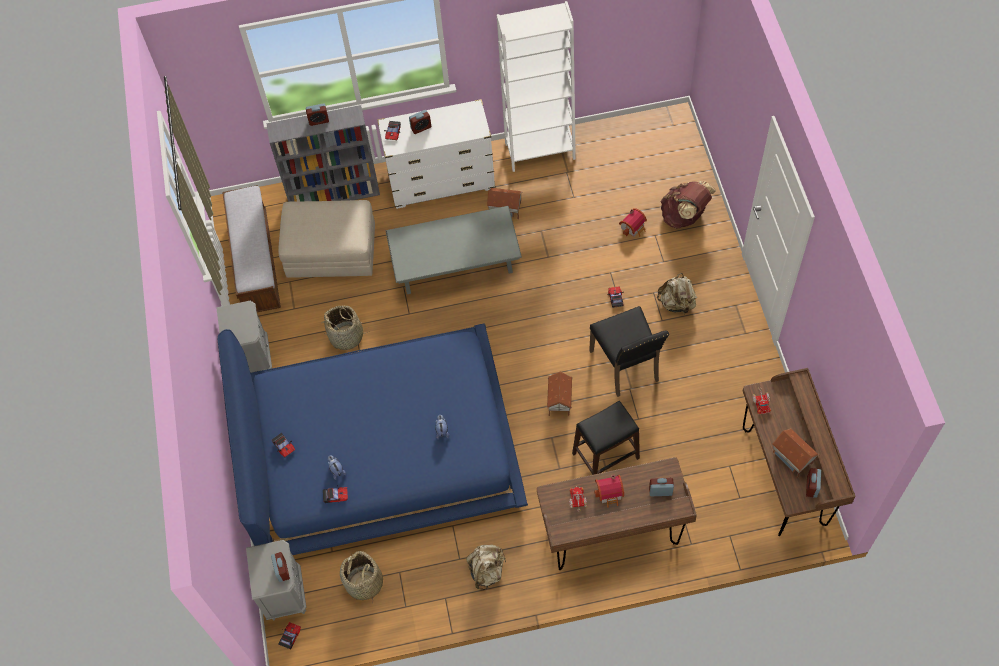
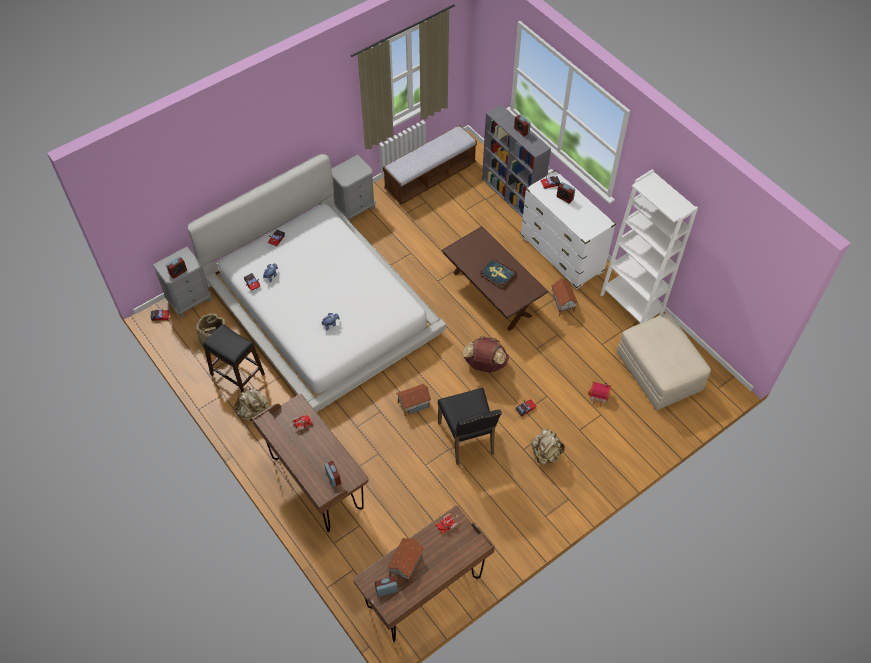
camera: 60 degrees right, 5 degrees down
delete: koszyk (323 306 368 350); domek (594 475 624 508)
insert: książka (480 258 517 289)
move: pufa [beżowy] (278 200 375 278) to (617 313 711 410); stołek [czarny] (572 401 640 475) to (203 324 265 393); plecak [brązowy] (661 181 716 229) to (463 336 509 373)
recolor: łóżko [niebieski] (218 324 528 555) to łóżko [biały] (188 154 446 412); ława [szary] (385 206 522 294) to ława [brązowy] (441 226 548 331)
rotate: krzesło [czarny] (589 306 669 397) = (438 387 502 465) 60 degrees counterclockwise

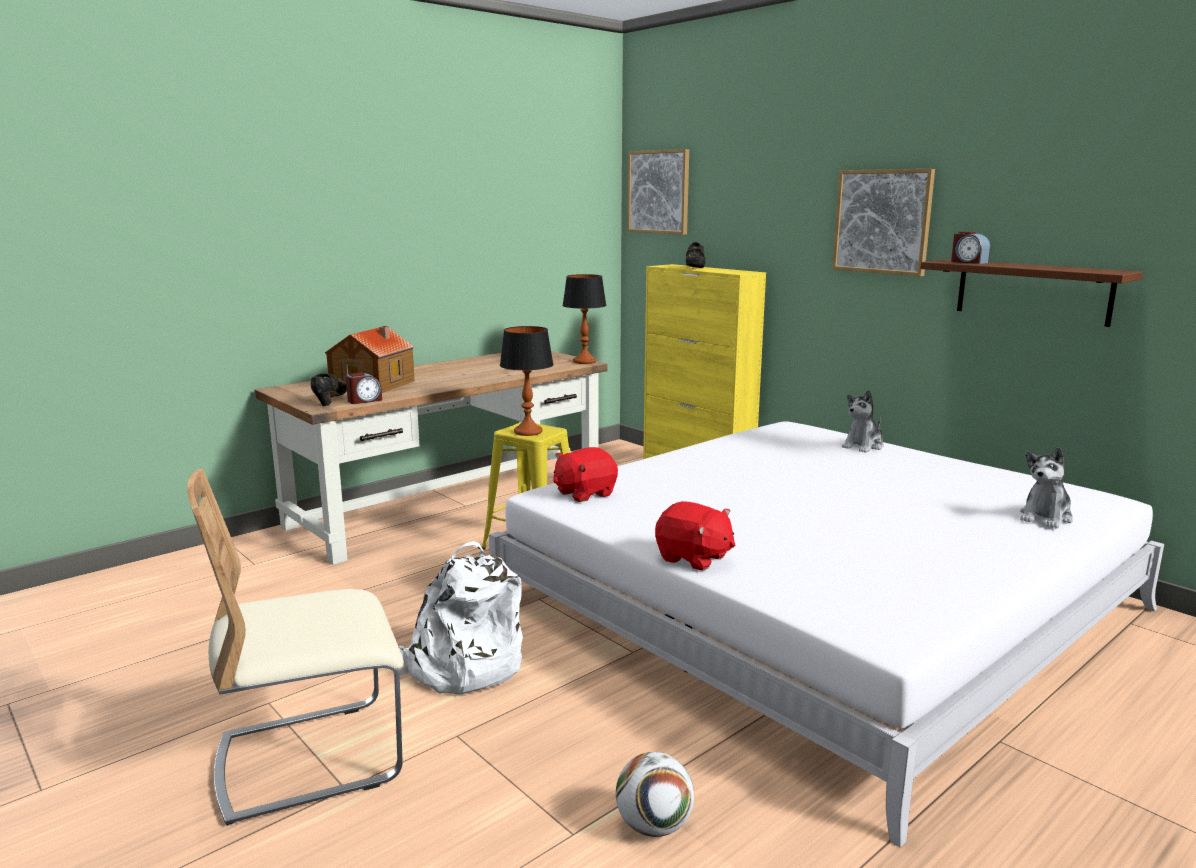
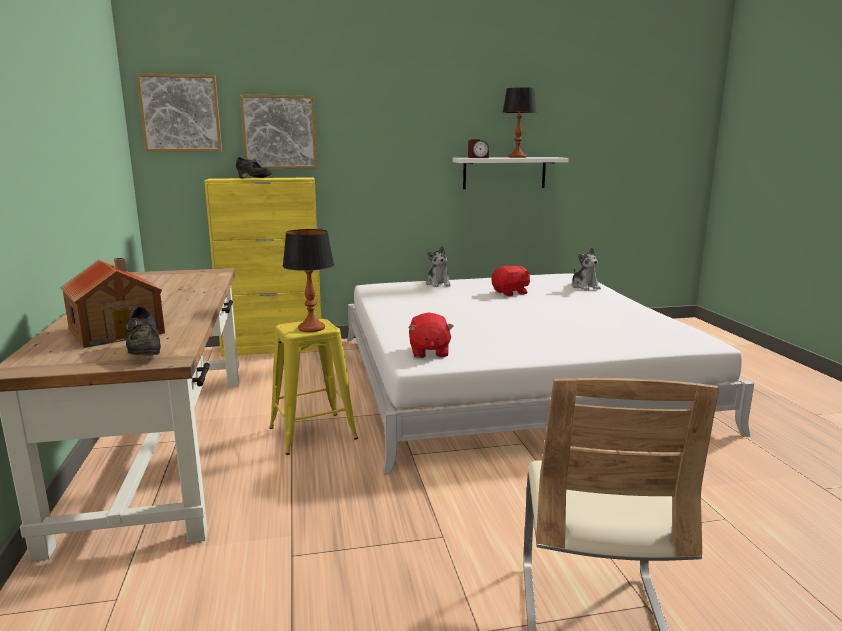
camera: 60 degrees left, 0 degrees up
delete: budzik (346 373 382 404); plecak [biały] (393 541 523 695); piłka futbolowa (616 752 694 837)
move: lampa stołowa (562 274 607 364) to (503 87 536 158); pluszak [czerwony] (655 501 735 570) to (492 266 530 296); obraz (832 169 935 276) to (240 94 317 169)
recolor: półka [brązowy] (920 259 1143 327) to półka [biały] (452 157 569 189)
rotate: but [czarny] (311 373 347 406) = (126 307 161 355) 150 degrees counterclockwise

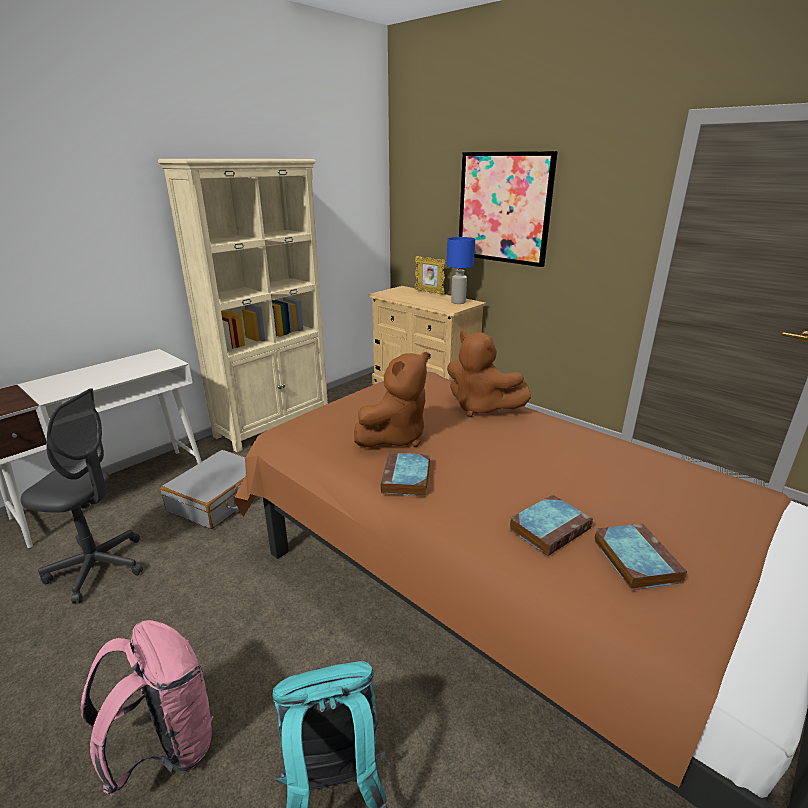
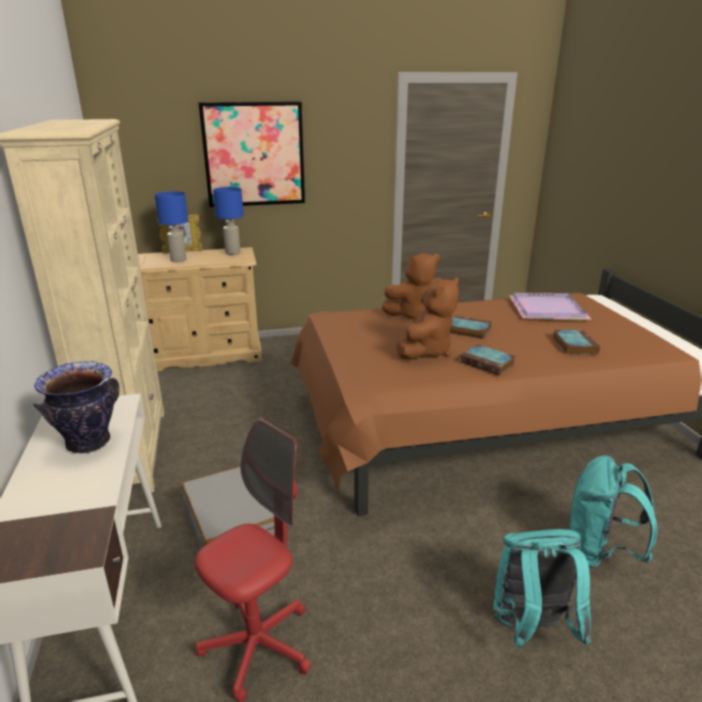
camera: 55 degrees left, 0 degrees up
insert: wazon (34 361 119 453); lampa stołowa [niebieski] (155 191 188 262); taca [fioletowy] (509 293 592 321)
move: książka (594 523 687 590) to (450 315 491 339)
recolor: krzesło biurowe [szary] (21 388 143 604) to krzesło biurowe [czerwony] (195 418 311 702); plecak [różowy] (81 620 214 796) to plecak [turkusowy] (493 529 591 648)
rotate: pluszak [brązowy] (354 352 429 448) = (396 277 459 360) 45 degrees clockwise

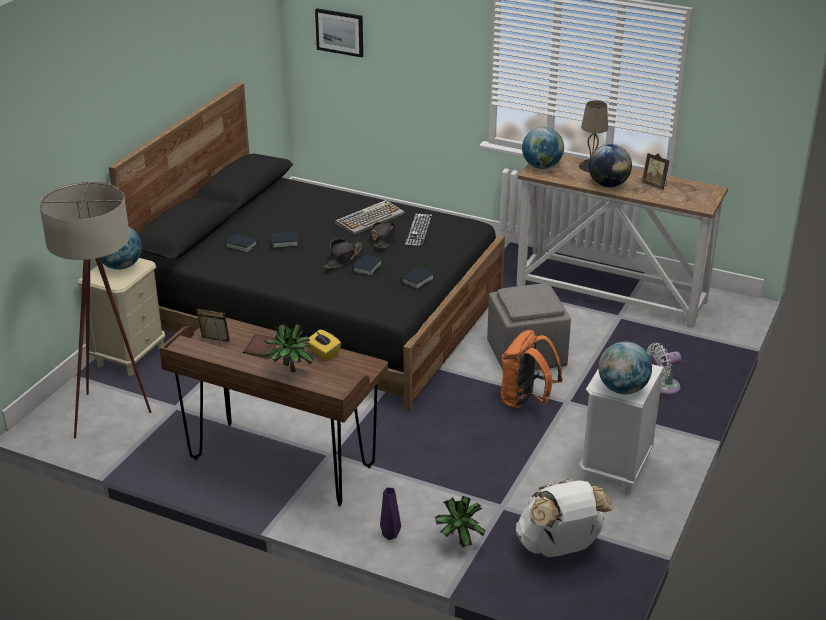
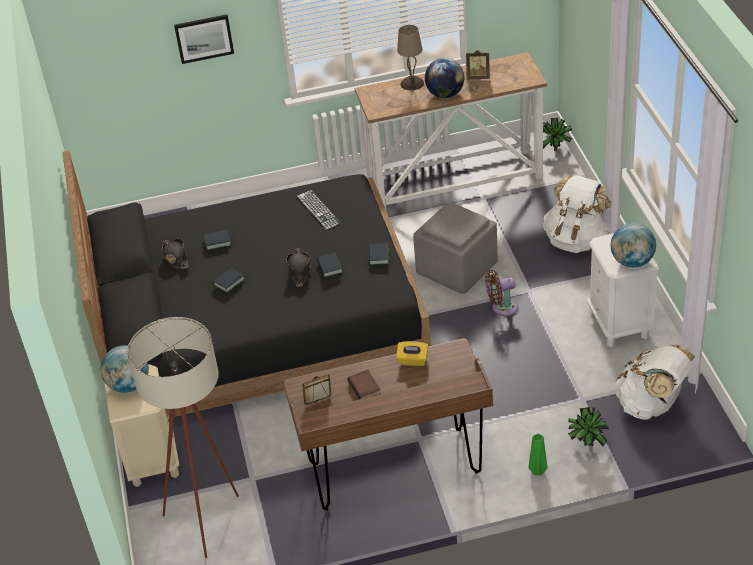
camera: 35 degrees left, 10 degrees up
delete: klawiatura (335 200 404 235); globus (522 127 564 169)
move: książka (226 234 258 253) to (204 230 231 251); roślina doniczkowa (265 323 313 372) to (543 118 572 151); obraz (315 8 363 57) to (174 14 234 64); kapelusz [czarny] (372 222 395 248) to (162 238 189 269)
replace: plecak [pomarańczowy] (501 330 563 409) to wentylator [brązowy] (485 270 518 316); wentylator [biały] (647 343 682 395) to plecak [biały] (543 175 612 253)
recolor: wazon [fioletowy] (380 487 401 540) to wazon [zielony] (528 434 548 475)

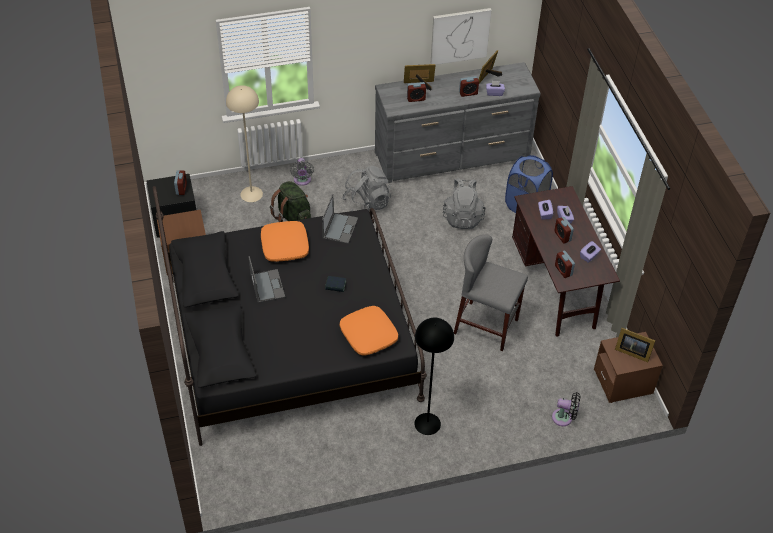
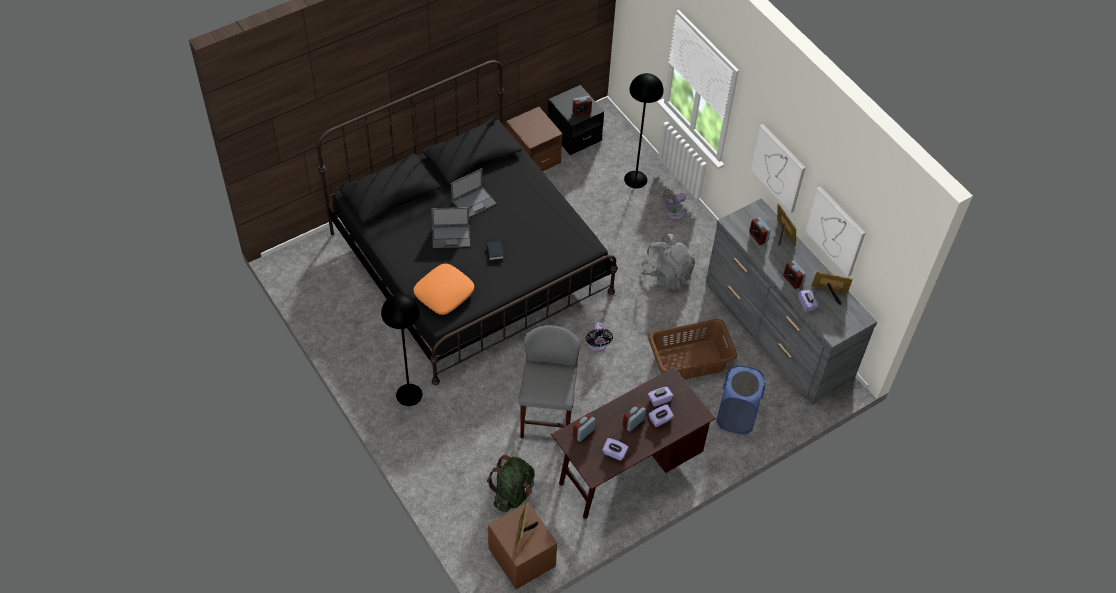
camera: 70 degrees right, 5 degrees up
delete: poduszka [pomarańczowy] (261 221 309 262)
insert: obraz (750 124 806 213)
move: plecak [zielony] (270 181 311 222) to (487 455 535 513); laptop (322 194 358 244) to (431 207 470 248); wentylator [czarny] (552 392 580 426) to (586 322 613 352)
replace: plecak [szary] (443 178 486 229) to kosz na pranie [brązowy] (648 319 737 380)
recolor: lampa stojąca [beżowy] (226 85 263 202) to lampa stojąca [czarny] (624 73 664 188)

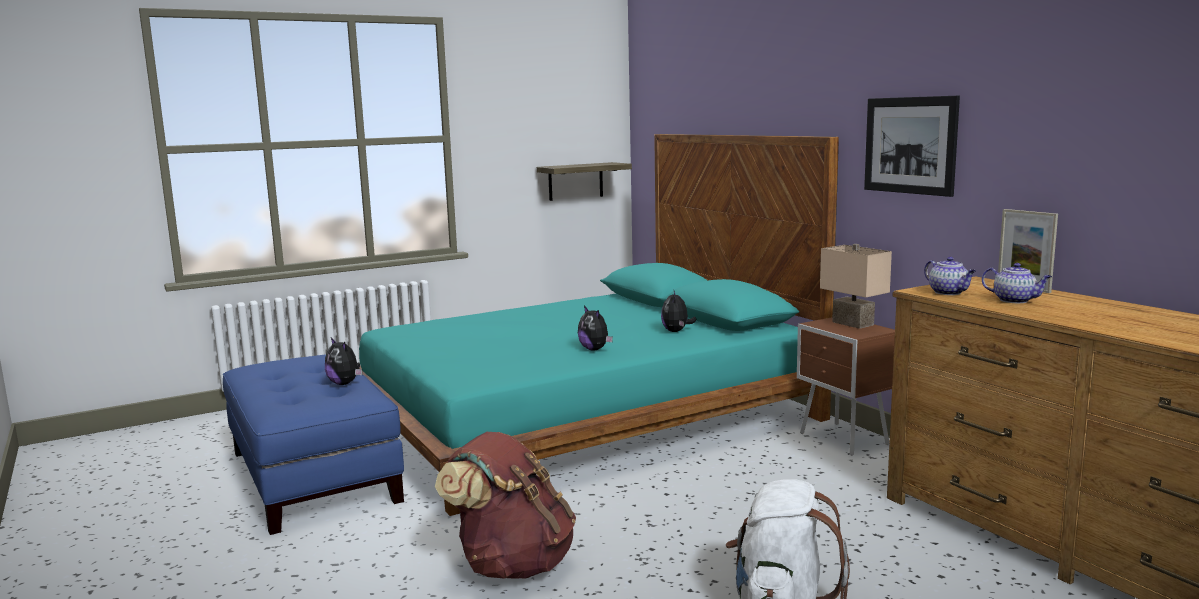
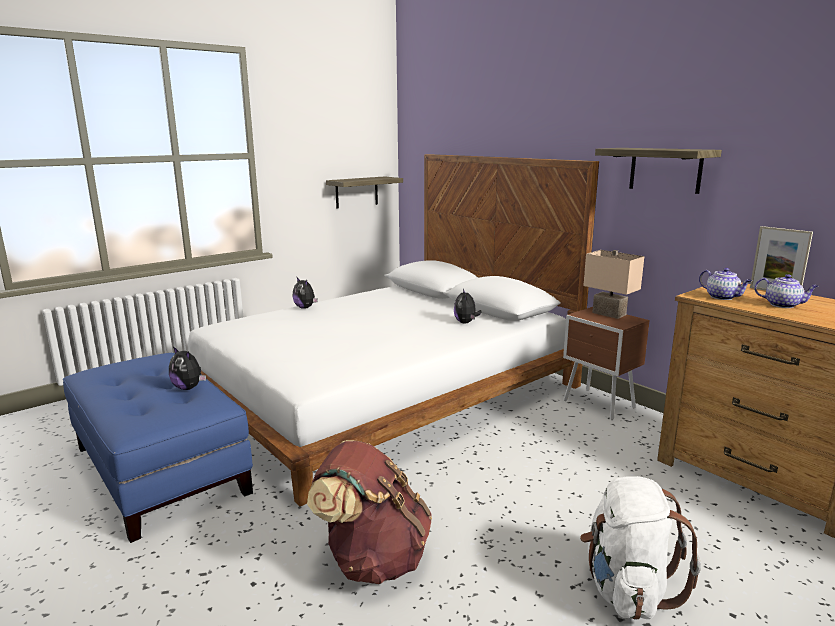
camera: 10 degrees left, 5 degrees up
move: pluszak (578 306 613 350) to (293 278 318 309)
replace: obraz (864 96 960 197) to półka (595 148 722 194)
recolor: łóżko [turkusowy] (359 134 839 516) to łóżko [biały] (188 154 599 506)

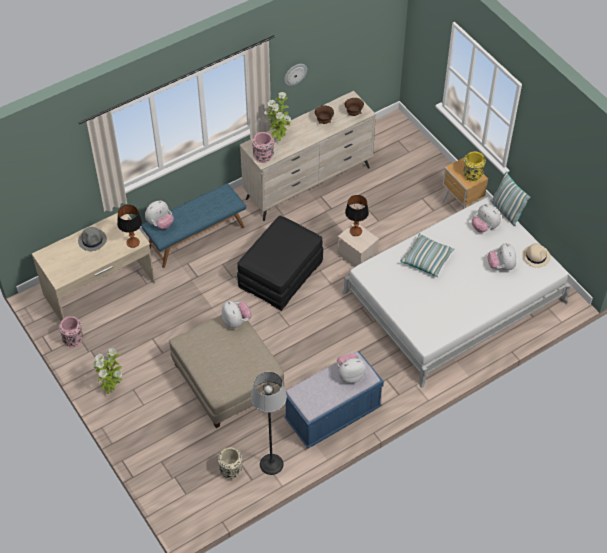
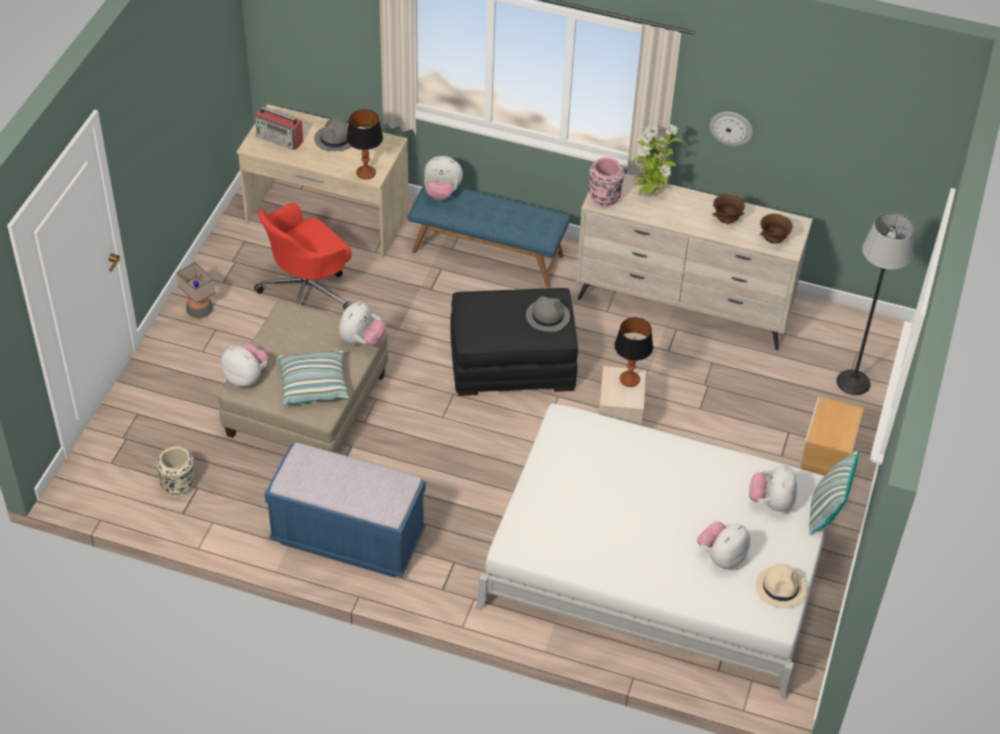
camera: 50 degrees right, 5 degrees down
delete: wazon [różowy] (59 316 83 347); wazon [żółty] (463 151 486 182)
insert: krzesło biurowe [czerwony] (254 203 352 309); radio (255 107 303 150); kapelusz [szary] (526 296 570 332)
move: lampa stojąca (251 372 287 475) to (837 212 914 395); pluszak (337 353 366 383) to (221 343 269 387); poduszka (400 233 455 277) to (277 349 349 405)
replace: roślina doniczkowa (93 348 122 394) to lampa stołowa (176 262 215 319)

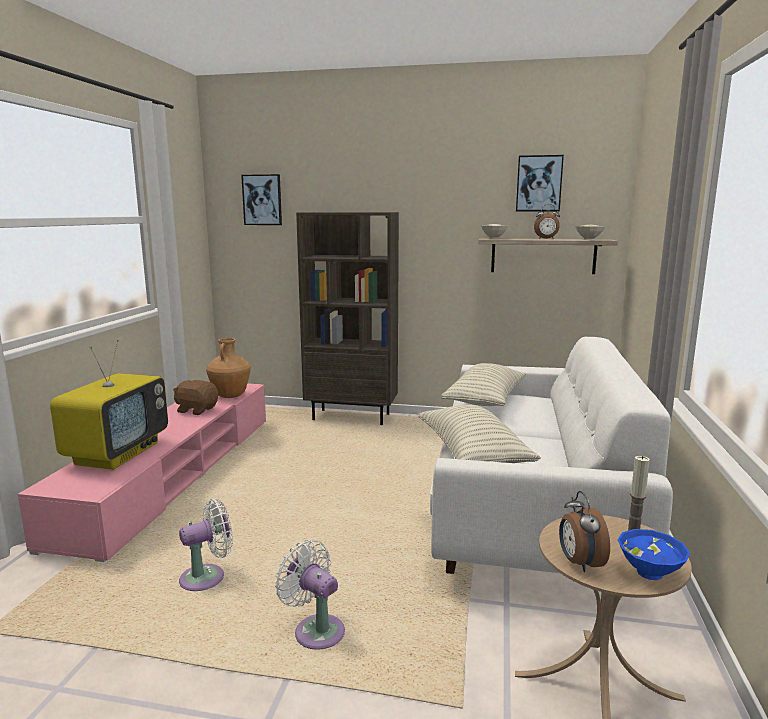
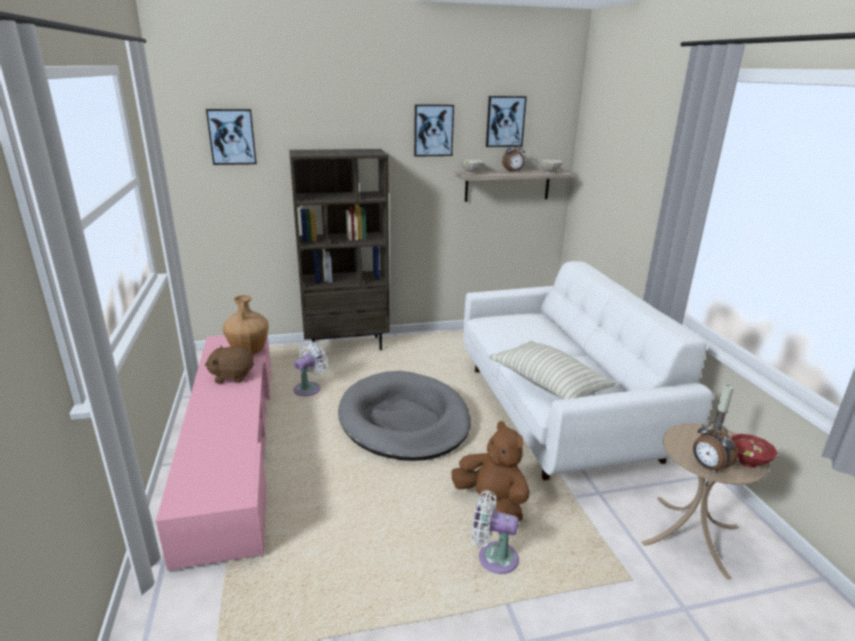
camera: 25 degrees left, 10 degrees up
delete: telewizor (50 340 168 470); poduszka (441 363 526 406)
insert: legowisko [szary] (338 371 471 461); obraz (414 104 454 157); pluszak [brązowy] (451 421 530 522)
move: wentylator [biały] (179 499 233 591) to (294 341 328 396)
recolor: miska [niebieski] (618 529 690 580) to miska [czerwony] (731 434 778 468)

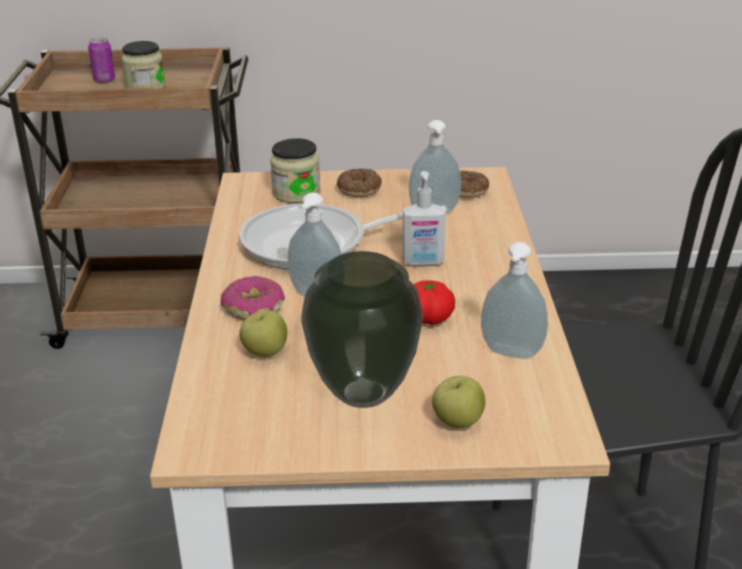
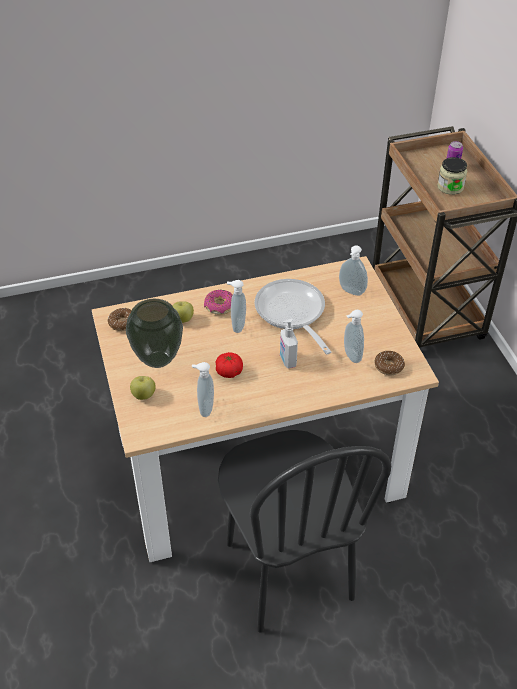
camera: 75 degrees right, 15 degrees up
move: donut (337 168 382 197) to (108 308 132 331)
replace: słoik (270 138 320 203) to dozownik mydła (339 245 368 296)

